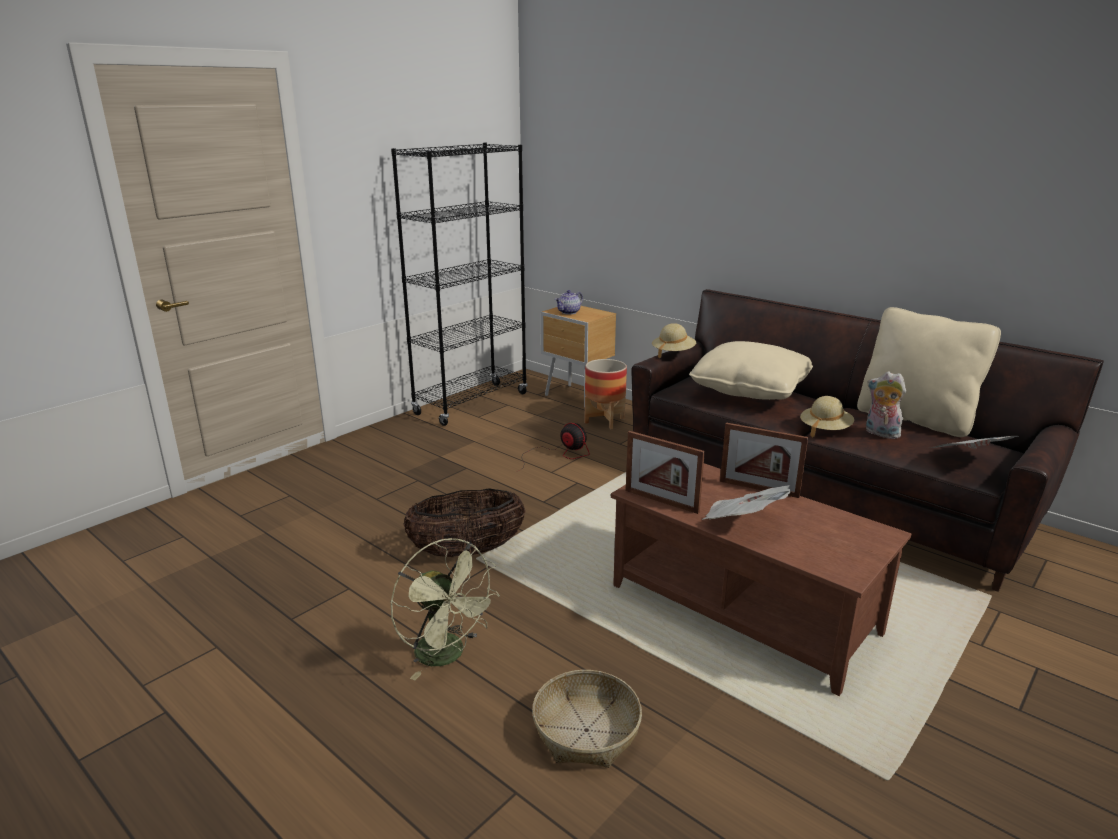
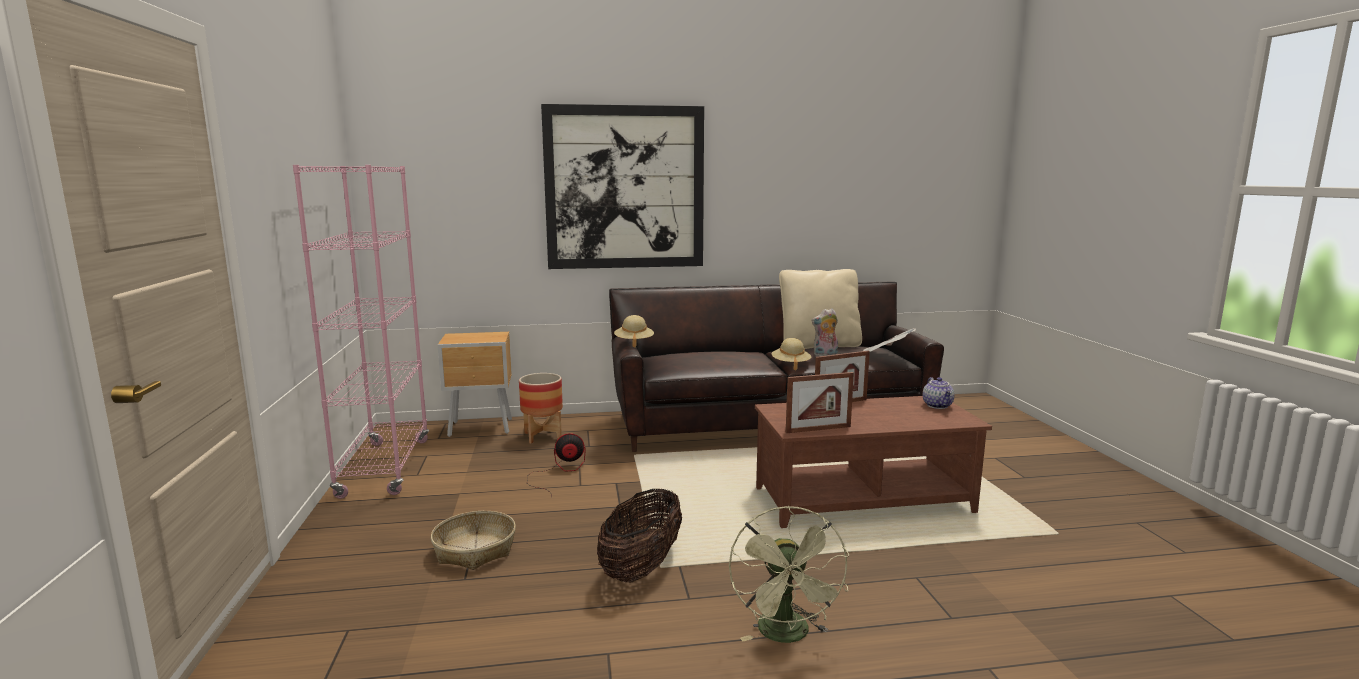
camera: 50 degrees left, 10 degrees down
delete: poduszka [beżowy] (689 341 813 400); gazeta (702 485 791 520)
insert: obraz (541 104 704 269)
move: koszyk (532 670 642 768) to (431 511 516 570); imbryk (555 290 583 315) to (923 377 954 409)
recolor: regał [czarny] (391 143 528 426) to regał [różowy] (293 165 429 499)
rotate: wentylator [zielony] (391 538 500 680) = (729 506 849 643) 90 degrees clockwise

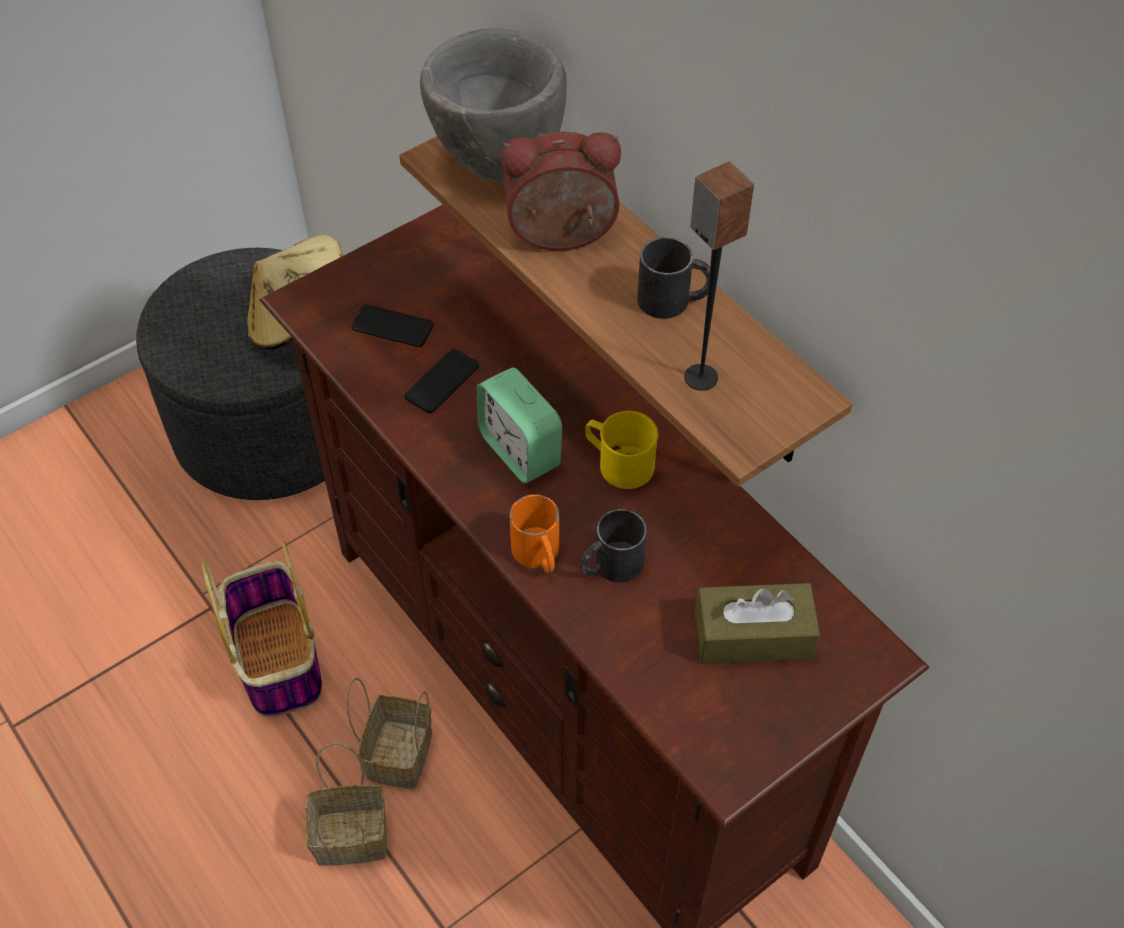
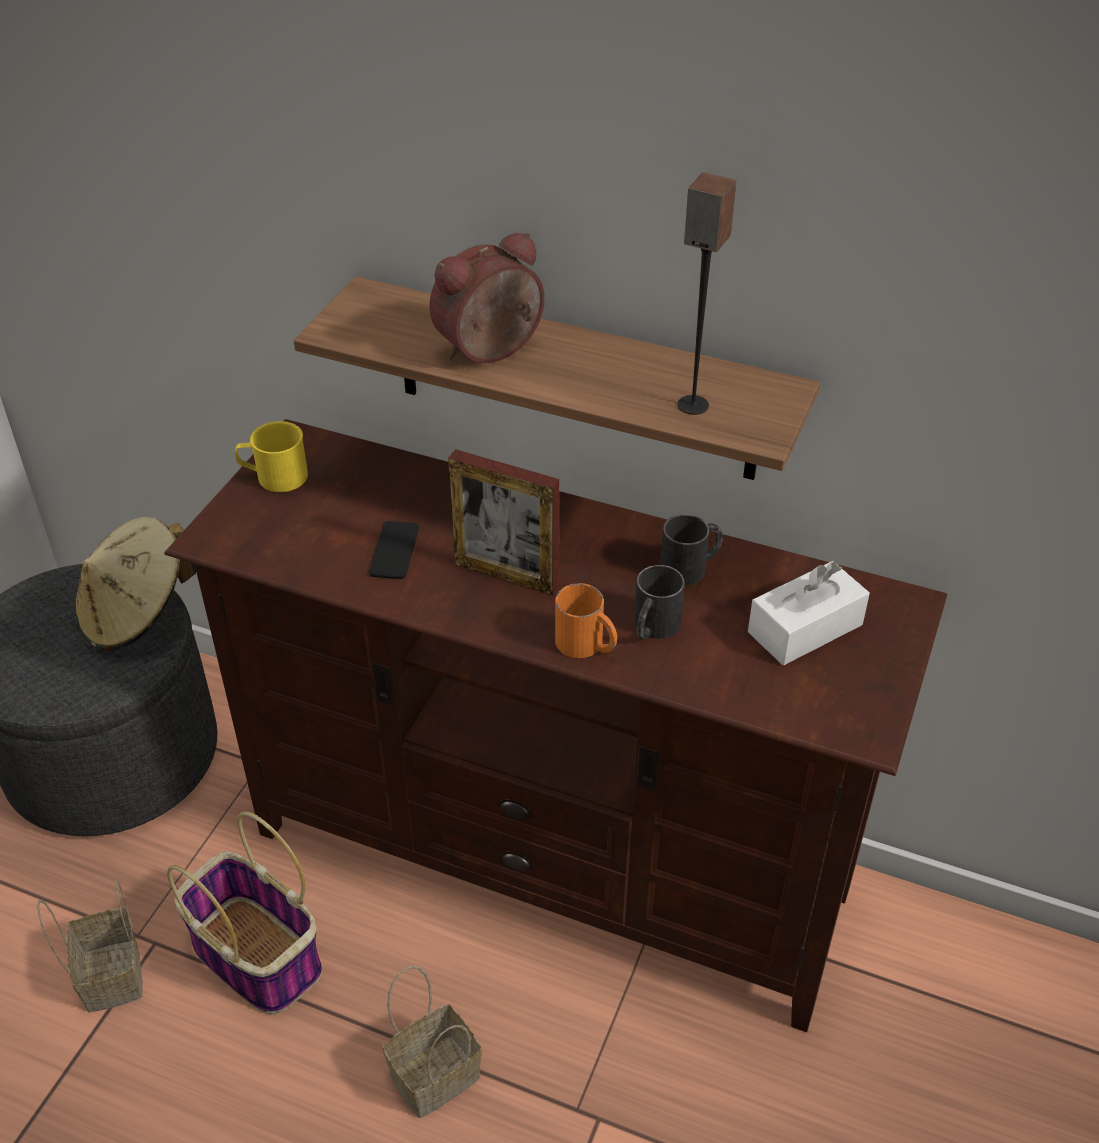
camera: 30 degrees left, 10 degrees down
delete: telefon (351 305 434 347); miska [szary] (420 28 566 184)
move: koszyk (347 677 432 789) to (37 880 143 1012); kubek [żółty] (585 411 658 489) to (235 421 308 492); kubek [czarny] (637 237 710 319) to (660 514 723 585)
replace: budzik (477 368 562 483) to ramka na zdjęcie (448 449 560 596)
recolor: pudełko chusteczek [brązowy] (695 583 820 664) to pudełko chusteczek [biały] (748 561 870 665)

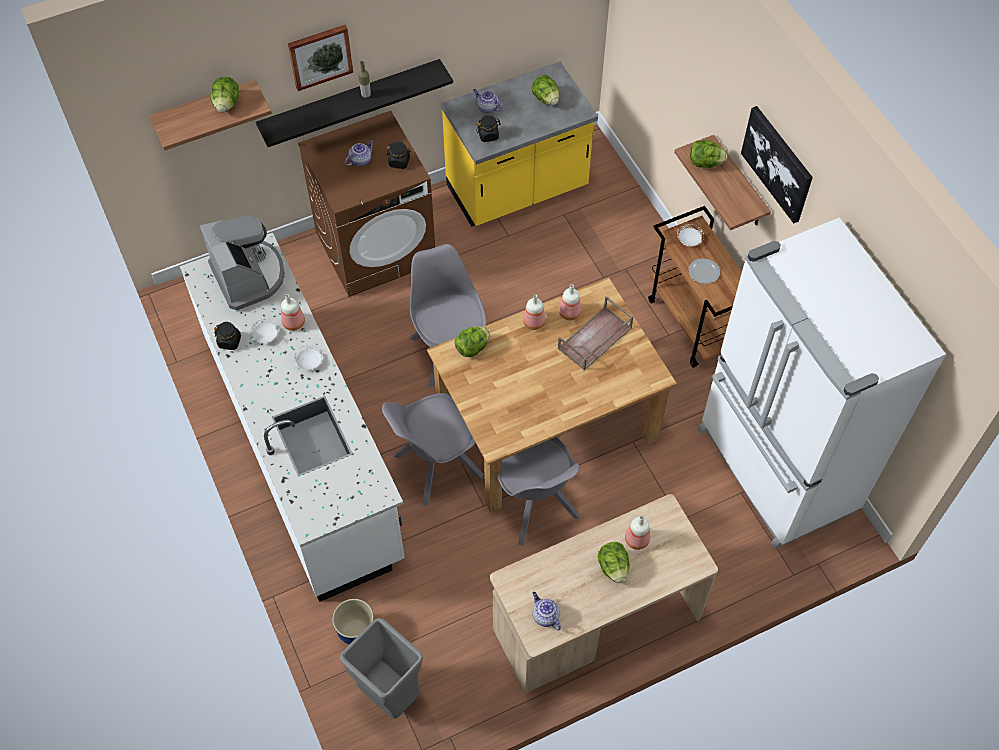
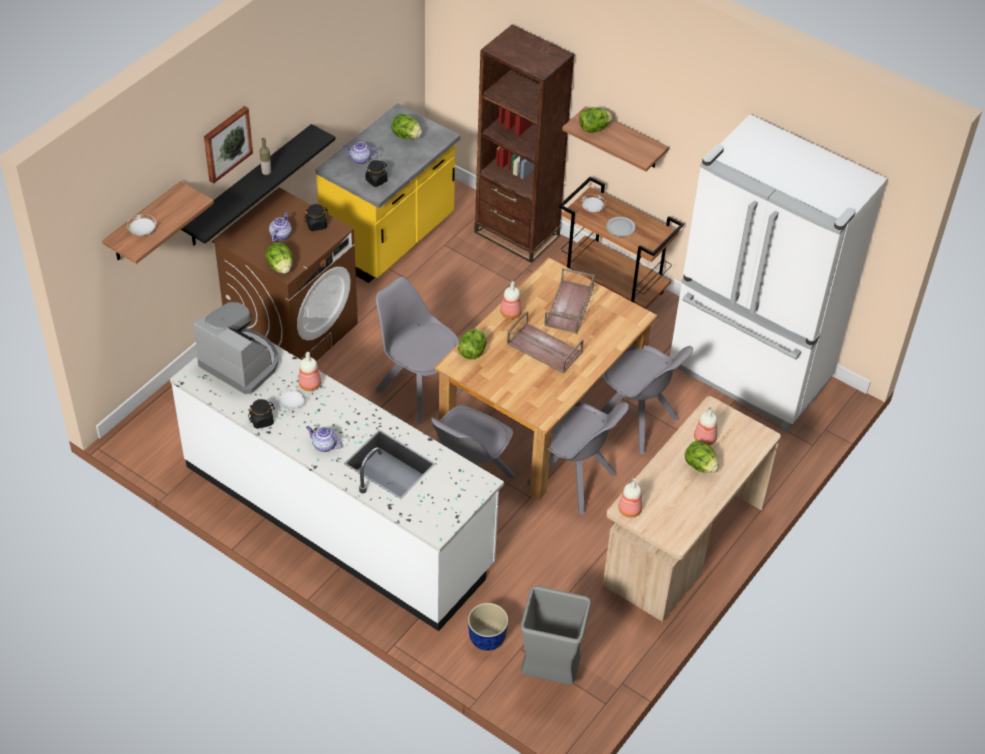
camera: 30 degrees left, 10 degrees down
delete: obraz (741 106 813 224)
insert: regał [brązowy] (474 25 575 263); taca [brązowy] (507 311 584 374); krzesło [szary] (600 345 693 454)
move: sałata (210 77 239 112) to (265 242 293 274); talerz [biały] (294 345 323 370) to (127 214 156 235); imbryk (533 592 561 631) to (306 426 343 452); butelka (559 284 581 320) to (618 478 642 518)

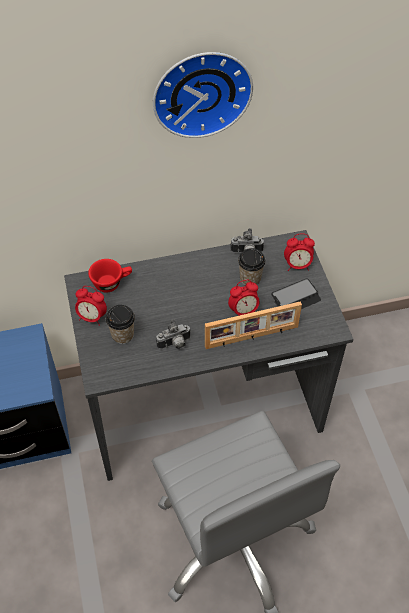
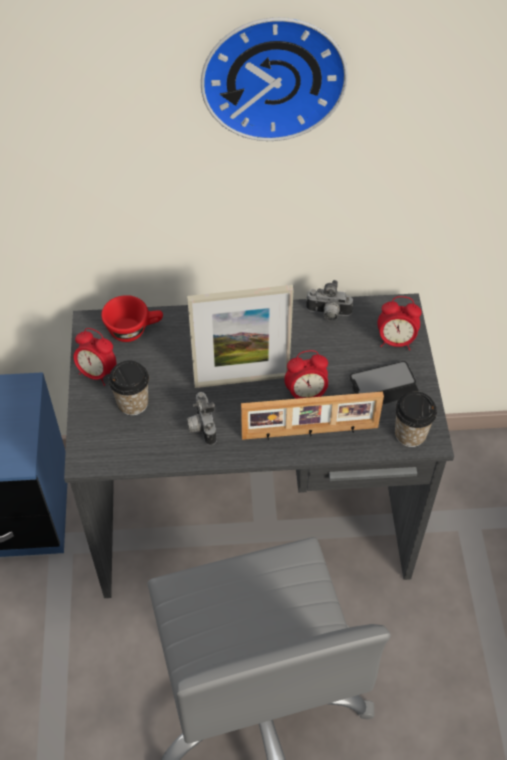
camera: 10 degrees right, 0 degrees up
insert: ramka na zdjęcie (187 285 293 388)
move: filiżanka (238 248 266 285) to (395 392 437 447)
rotate: aparat fotograficzny (156 320 191 349) = (187 392 217 446) 90 degrees clockwise

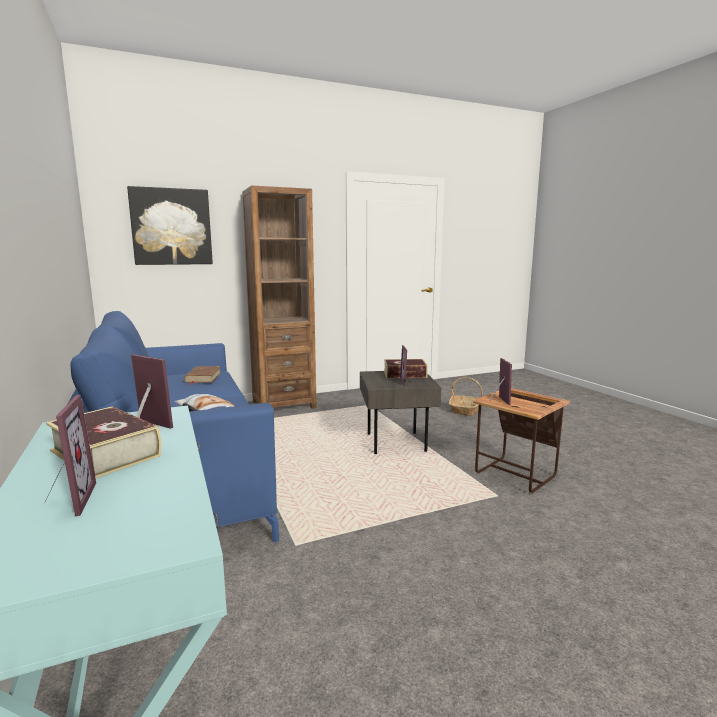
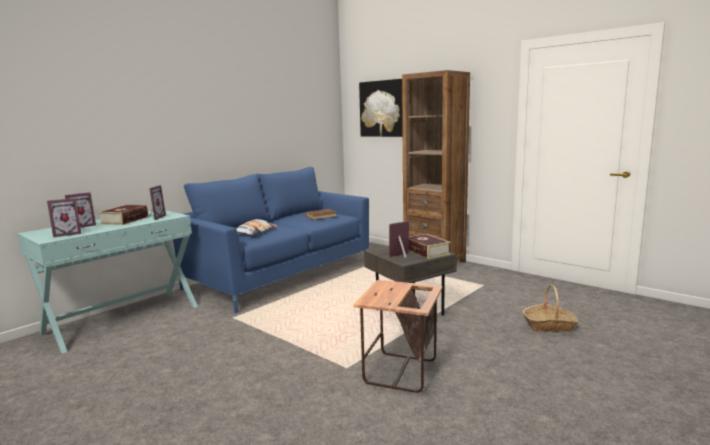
camera: 65 degrees right, 0 degrees up
move: ramka na zdjęcie (489 358 512 405) to (47 198 81 237)

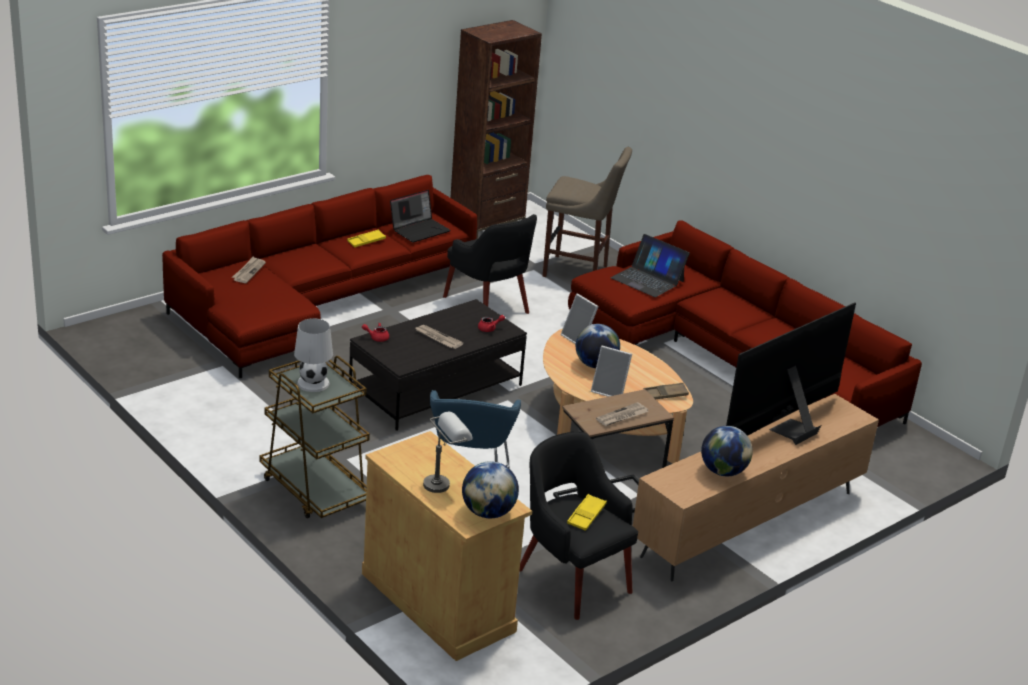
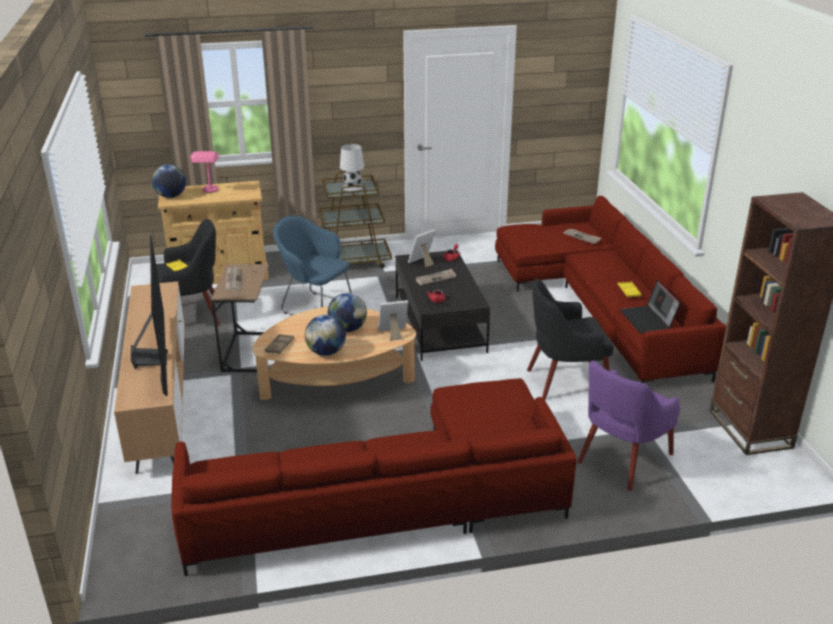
camera: 120 degrees right, 0 degrees up
delete: laptop (611 234 690 297)
move: ramka na zdjęcie (591 345 632 397) to (408 229 436 267); globus (701 426 753 476) to (305 315 346 356)
replace: stołek [beżowy] (543 147 632 277) to fotel [fioletowy] (577 361 681 491)
recolor: lampa stołowa [szary] (423 412 473 493) to lampa stołowa [różowy] (189 151 220 193)

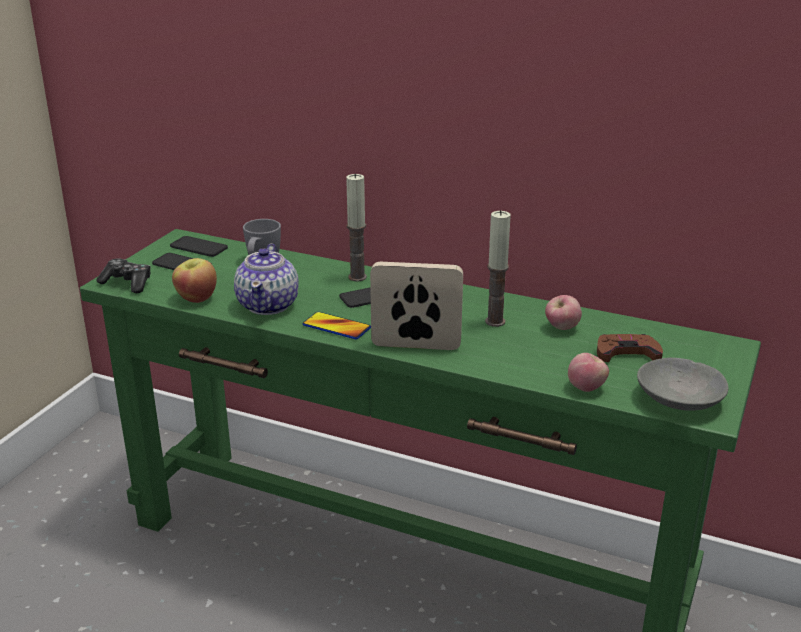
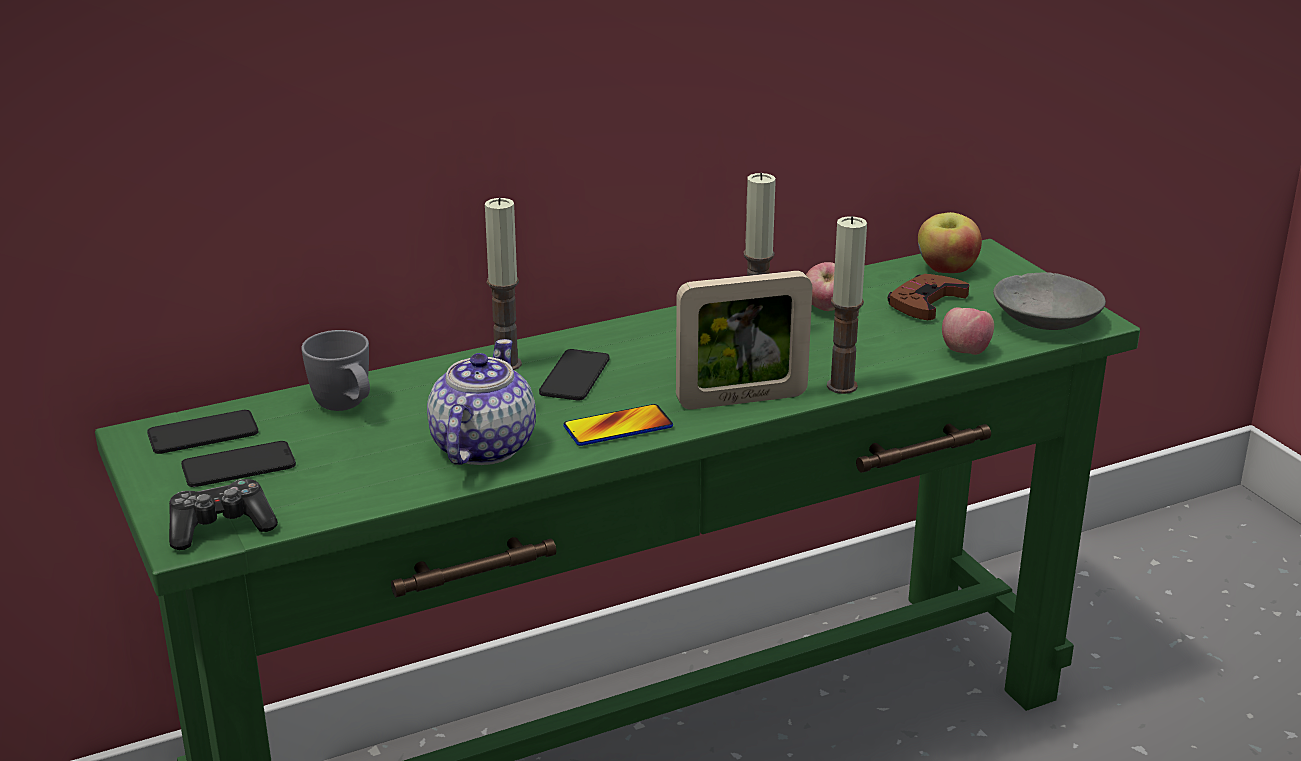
camera: 50 degrees left, 0 degrees up
insert: świeca (827 216 867 394)
move: jabłko (172 258 217 303) to (918 212 982 273)
rotate: imbryk (234 243 299 315) = (427 339 536 465) 120 degrees counterclockwise; ramka na zdjęcie (370 262 463 350) = (676 271 812 410) 150 degrees counterclockwise

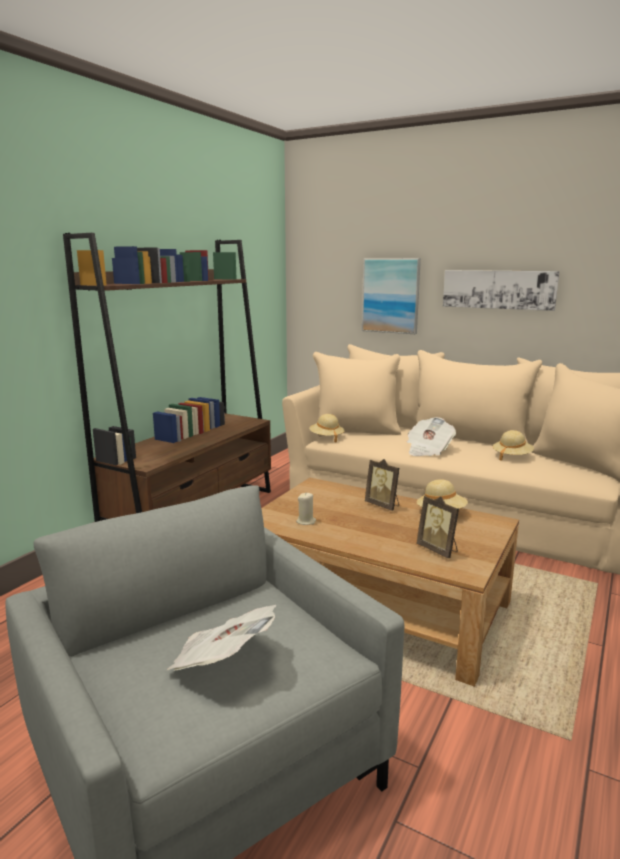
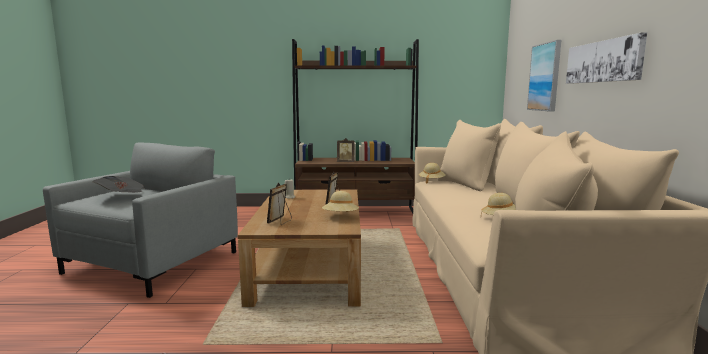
camera: 60 degrees right, 5 degrees down
delete: gazeta (407 417 456 456)
insert: ramka na zdjęcie (337 138 355 162)

